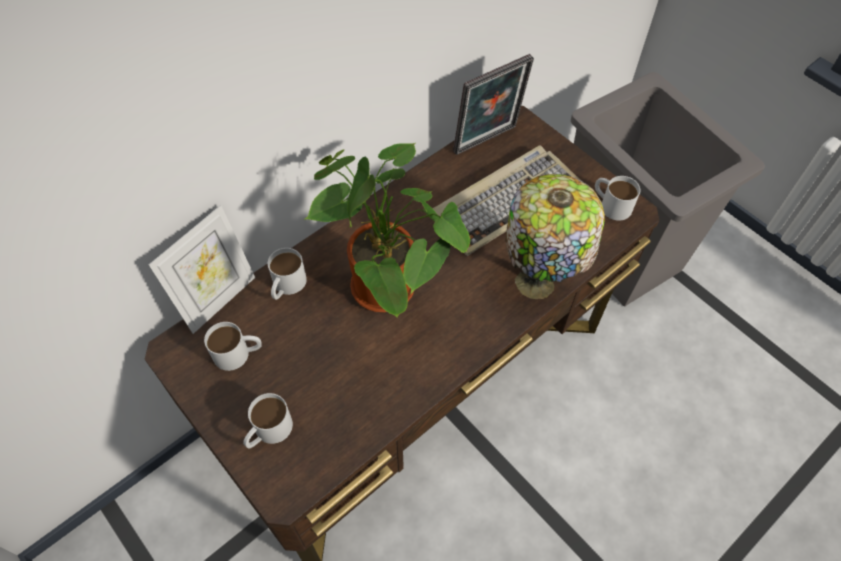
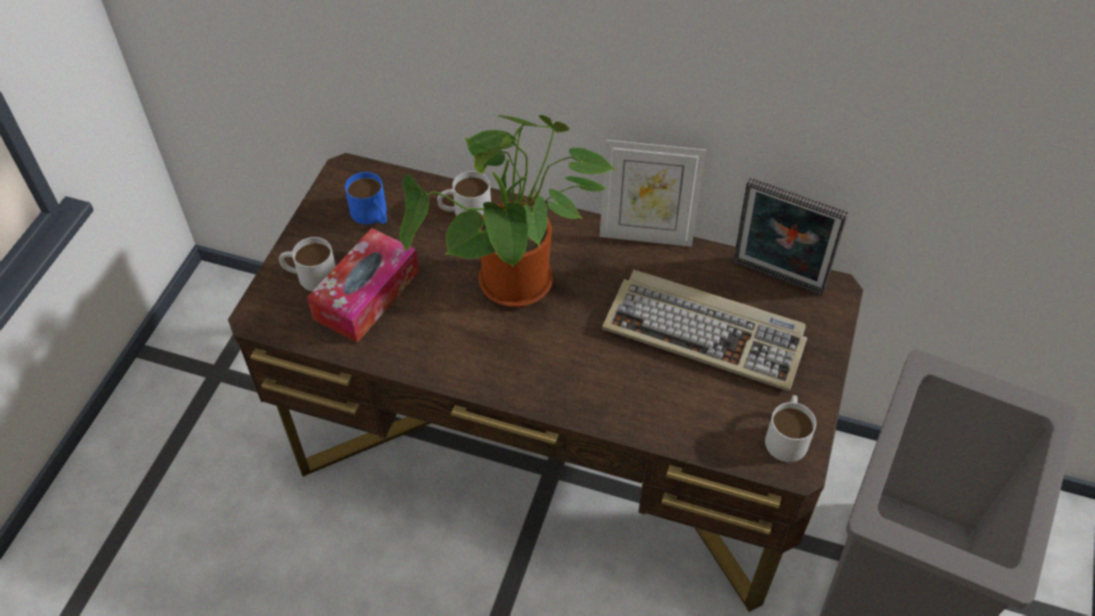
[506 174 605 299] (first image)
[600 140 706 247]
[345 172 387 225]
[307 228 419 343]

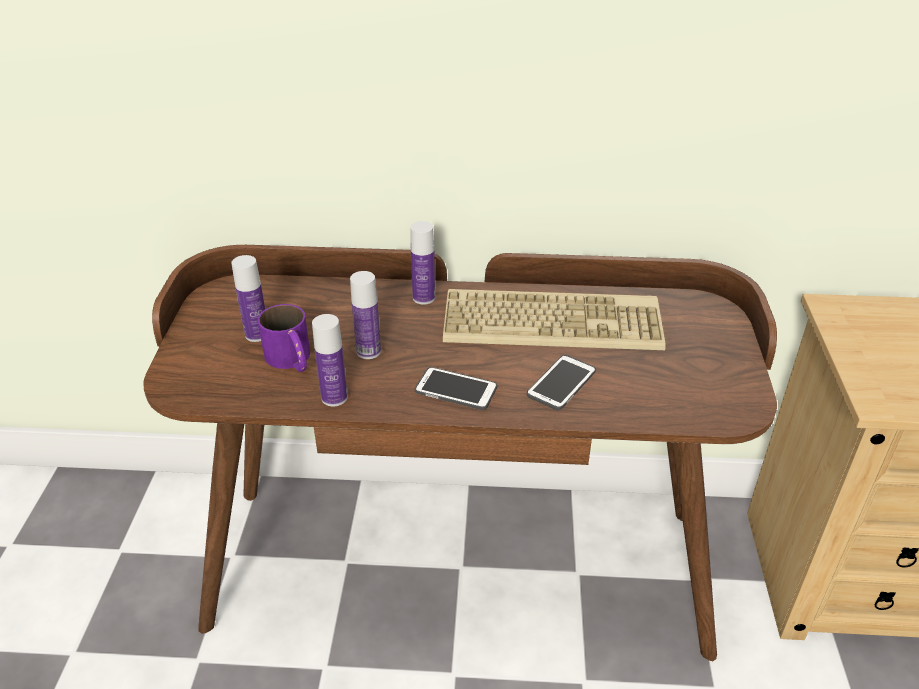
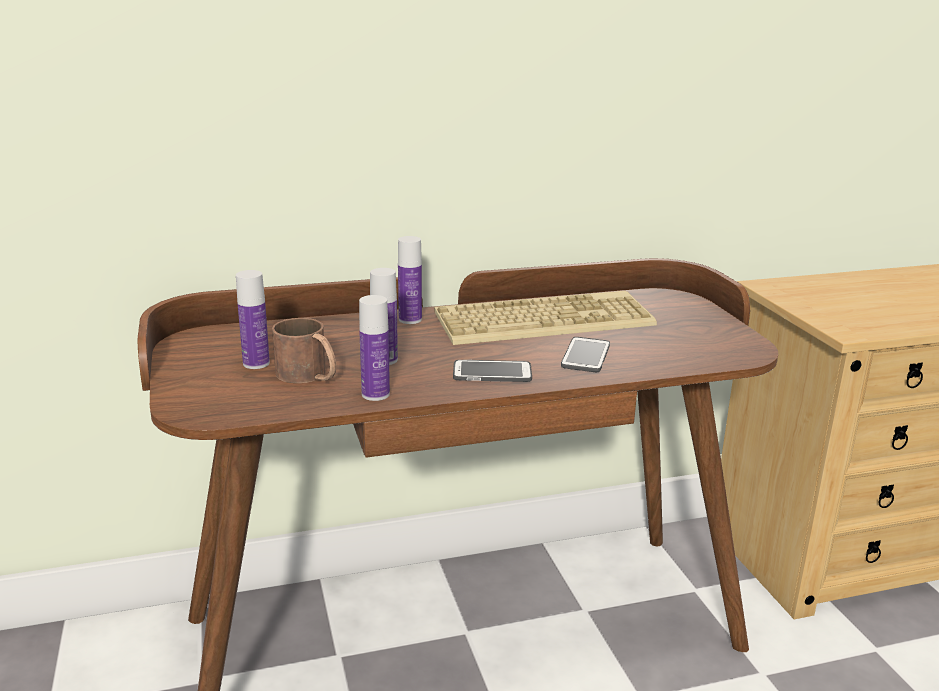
[272 318 337 383]

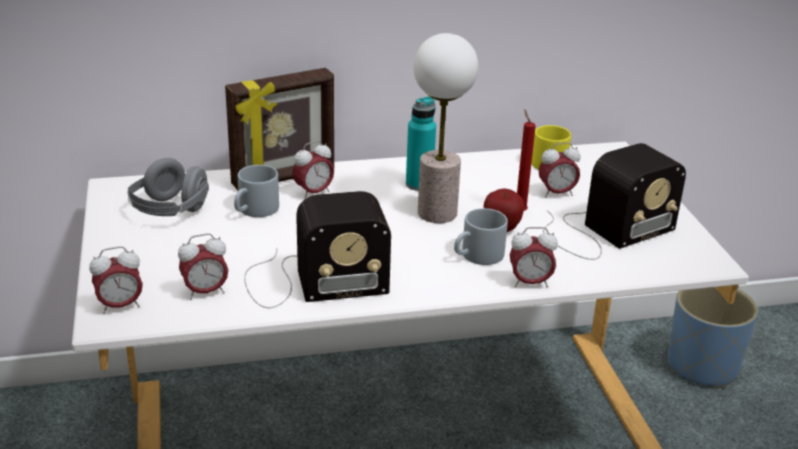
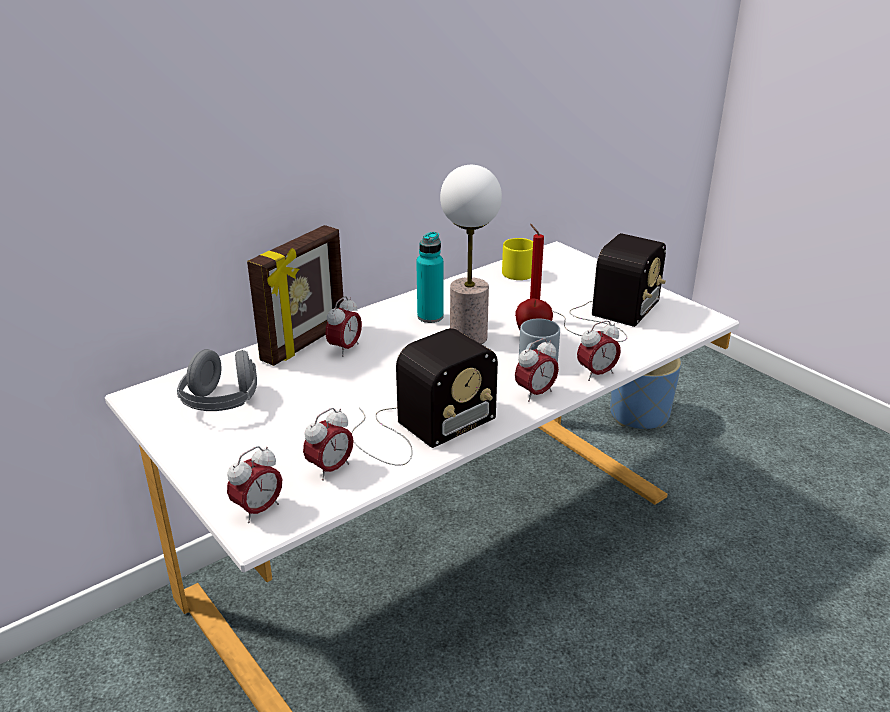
[515 338 559 402]
[234 165 279 217] (first image)

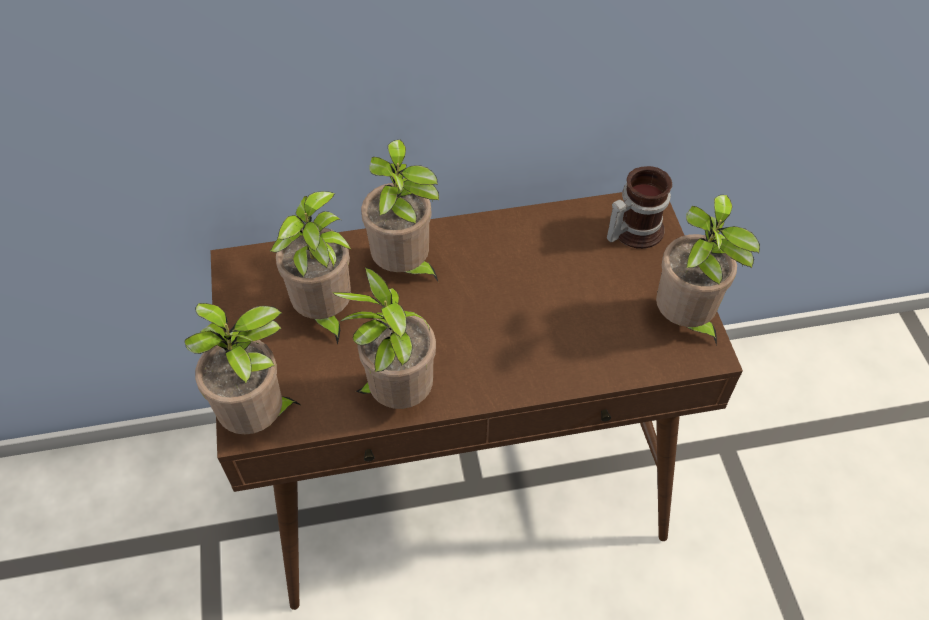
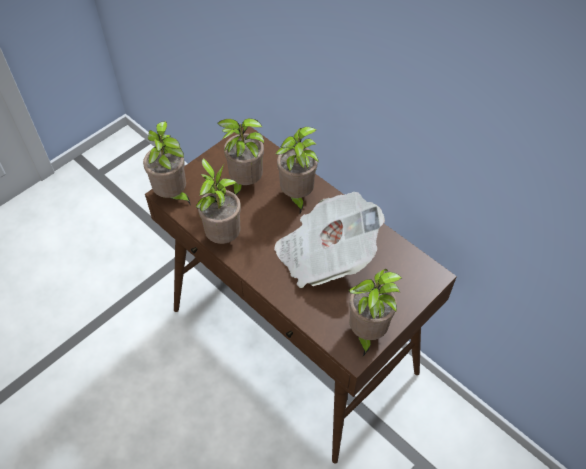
[607 166 672 249] (first image)
[274 192 385 288]

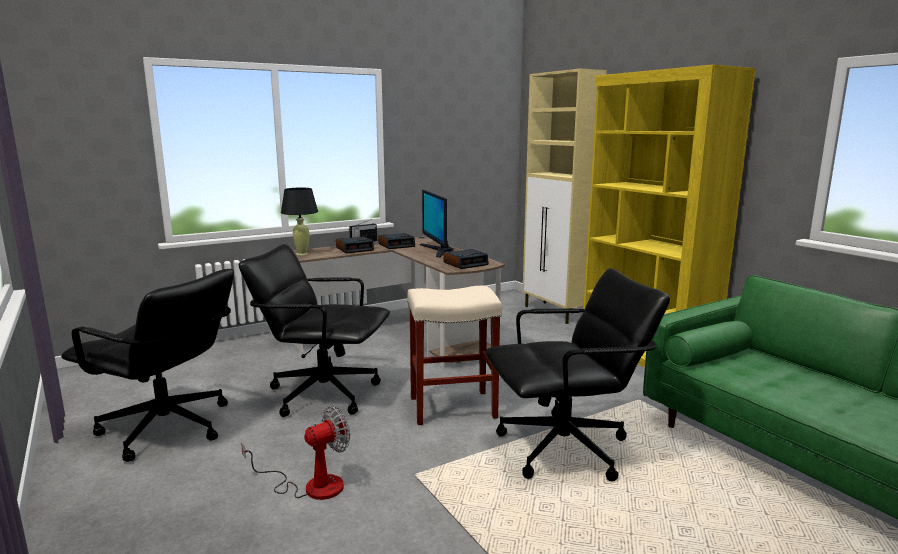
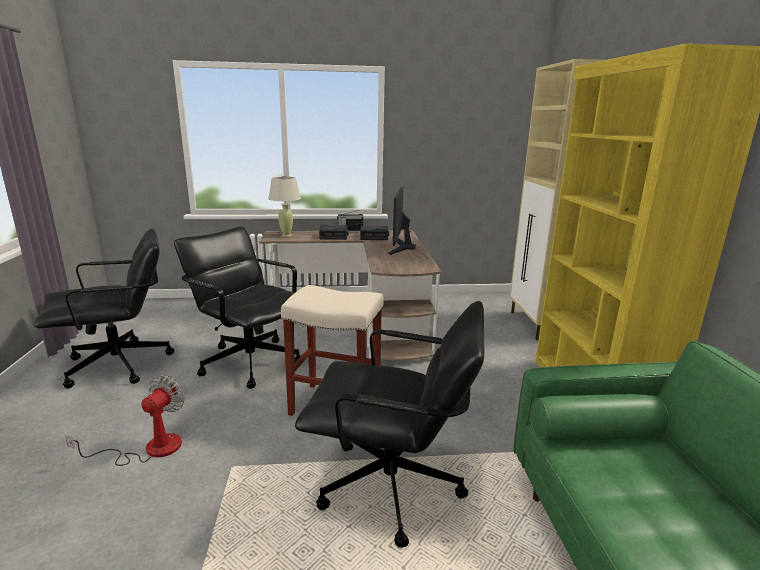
[268 176 301 237]
[443 249 489 269] (first image)
[34 228 174 388]
[65 375 185 466]

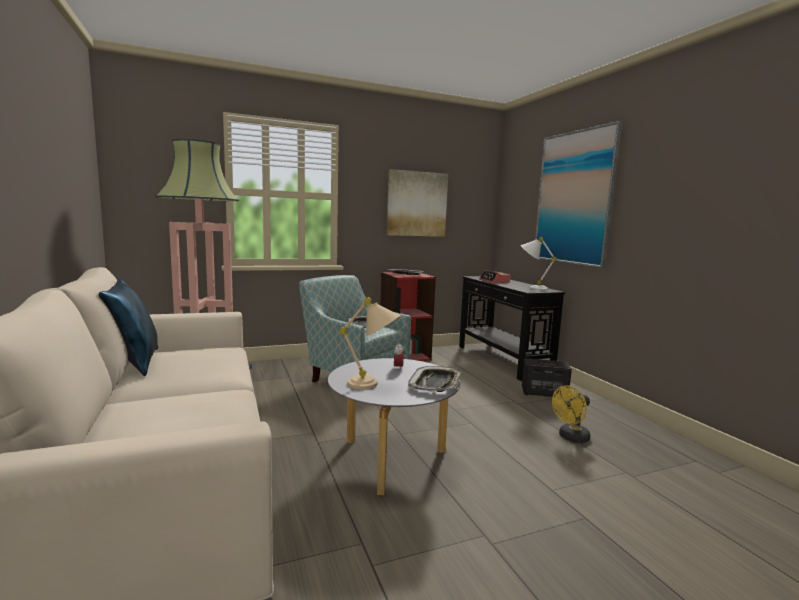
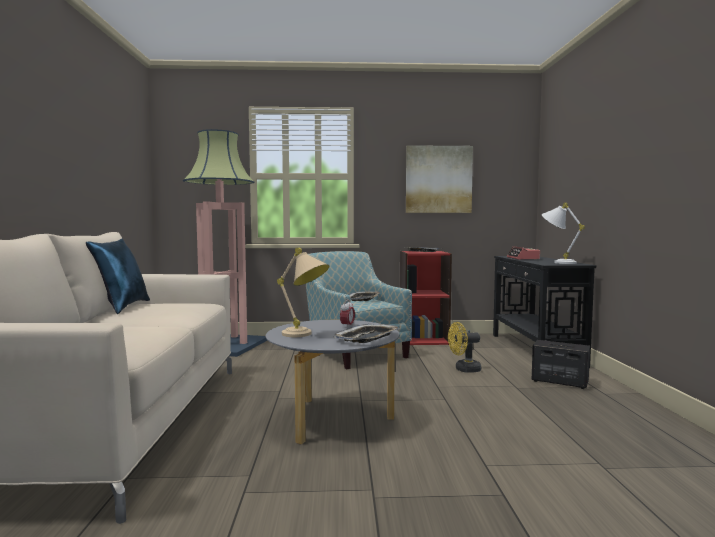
[535 121 622 268] (first image)
[448 322 481 373]

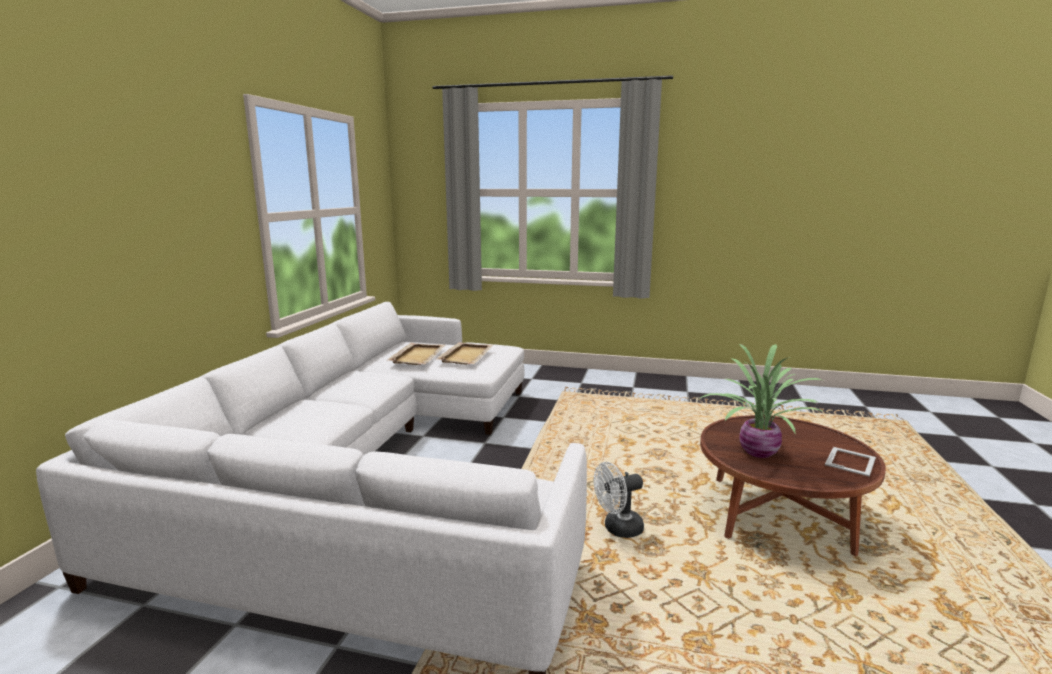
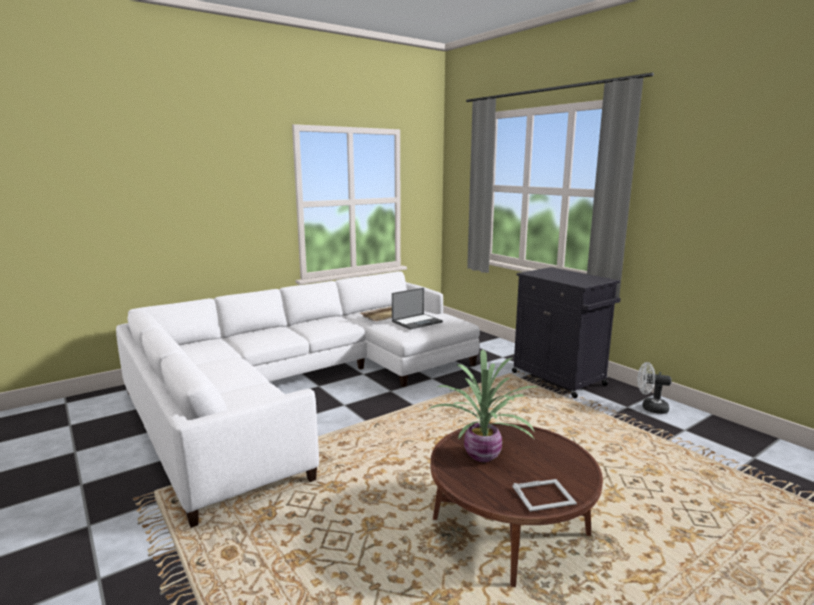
[392 288 443 330]
[637 362 672 414]
[512 267 621 398]

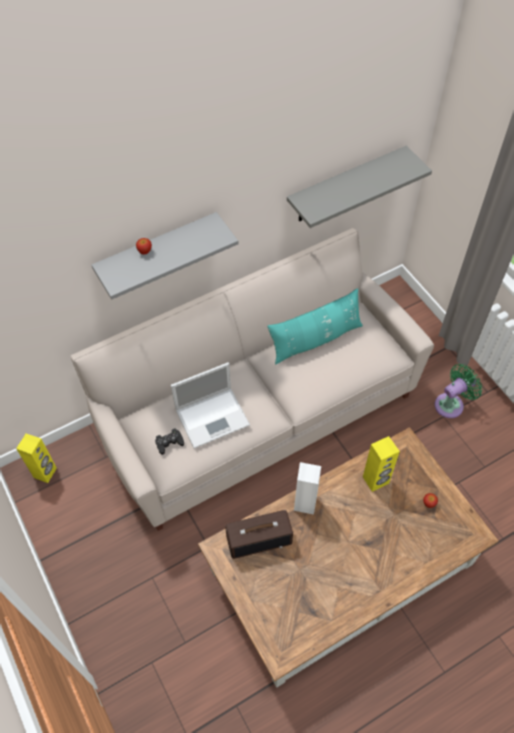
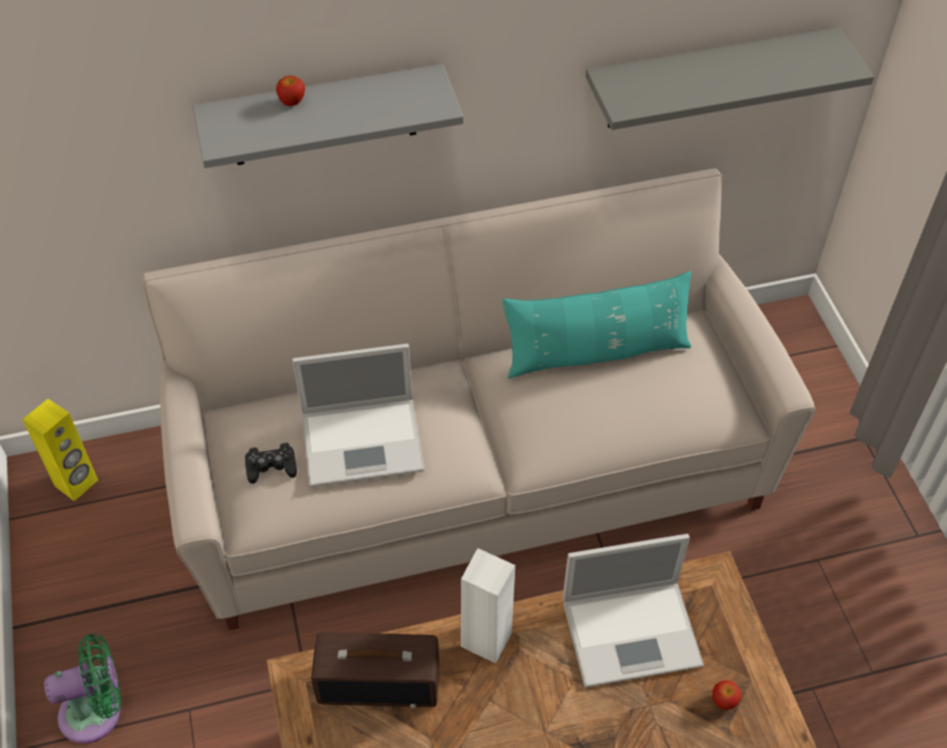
[44 634 121 744]
[563 534 704 687]

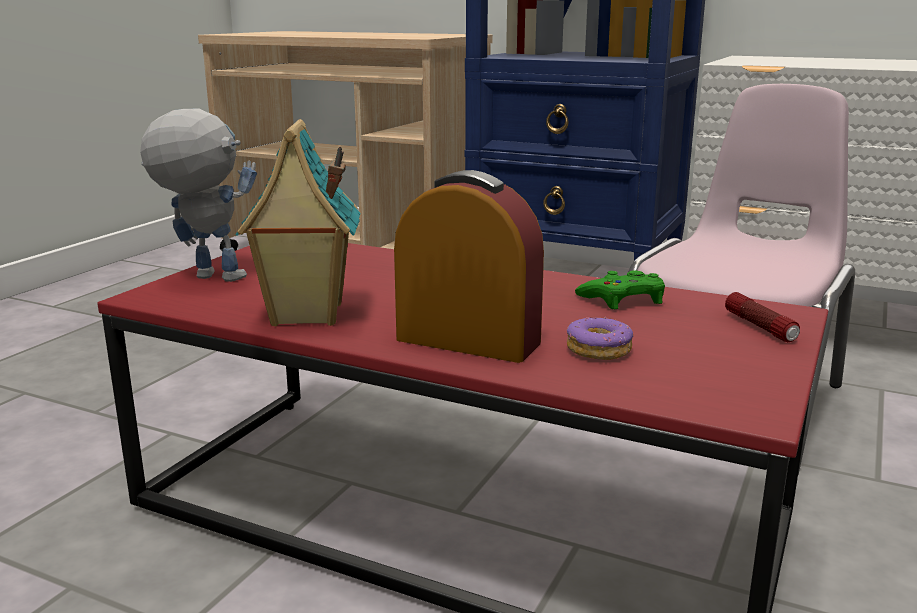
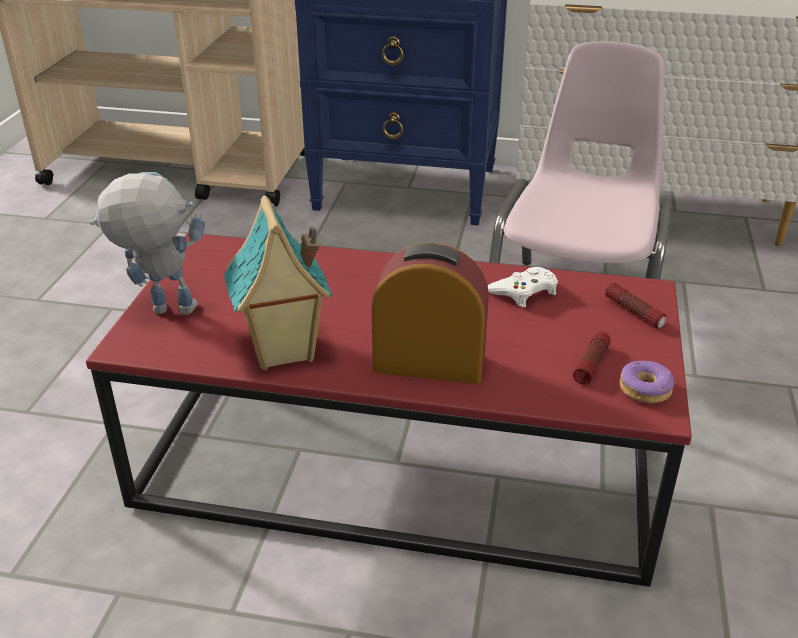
[488 267 558 307]
[619 361 674 403]
[573 332 611 384]

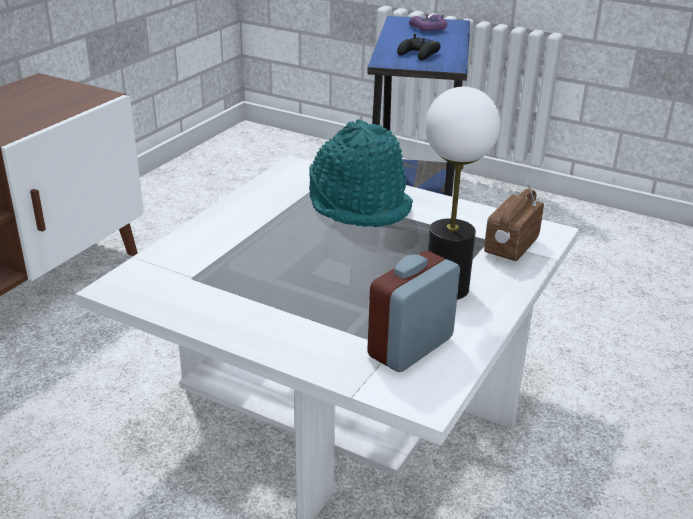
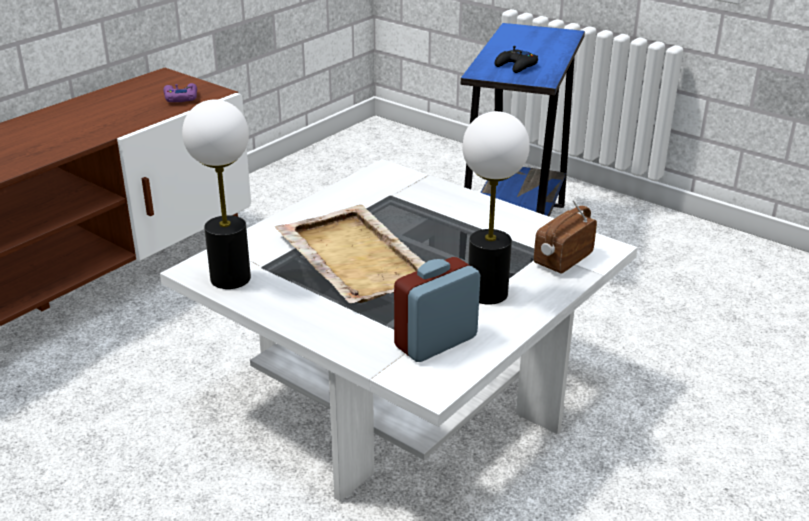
[163 83 197 102]
[309 119 413 227] (first image)
[182 100 251 289]
[275 205 425 303]

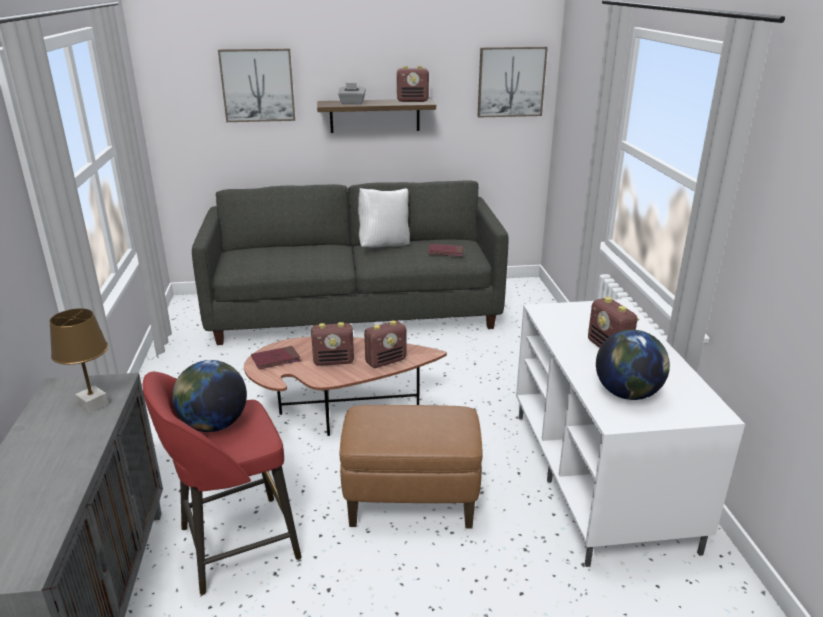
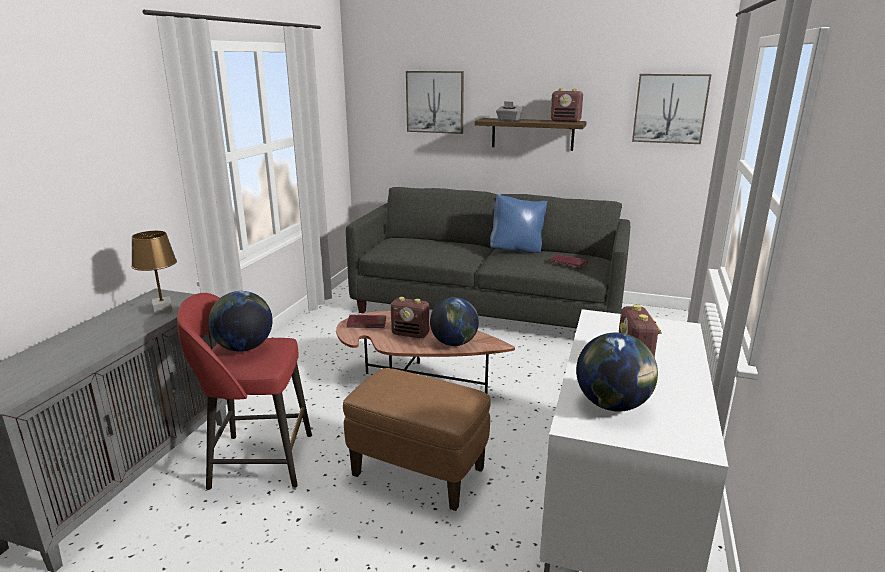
[490 194 547 253]
[430 297 479 346]

